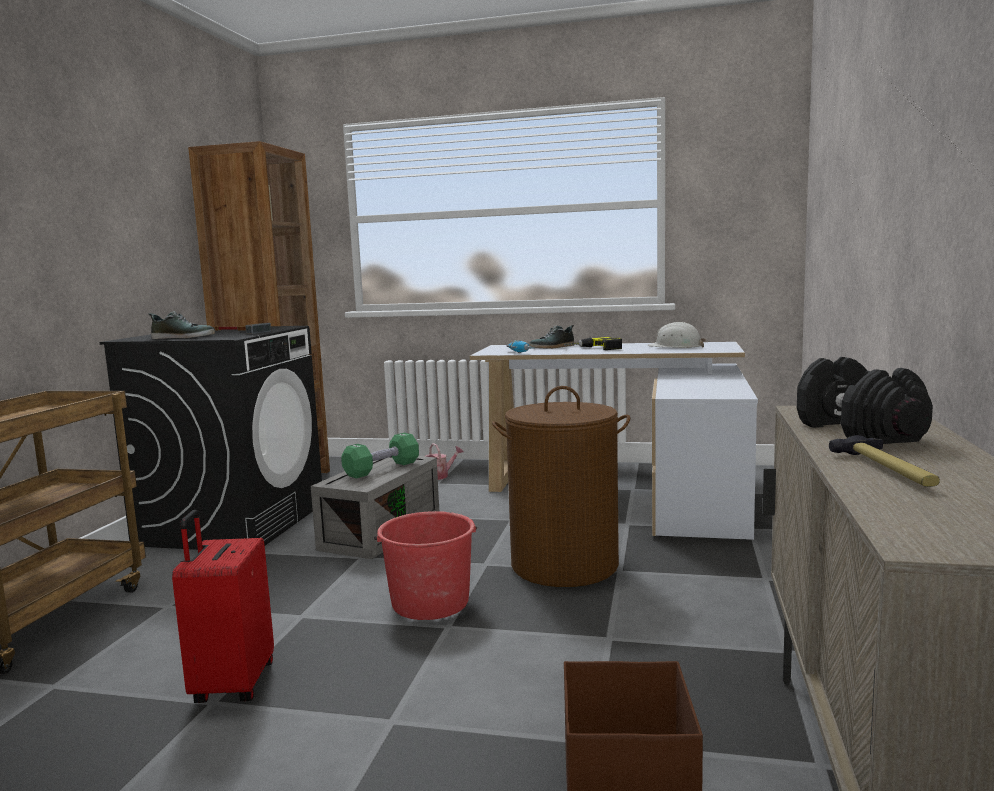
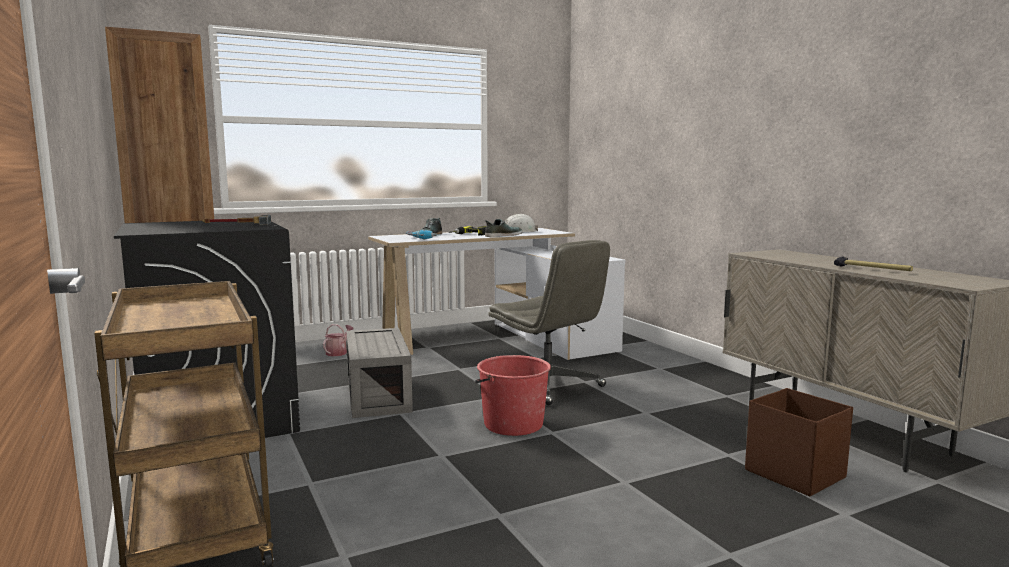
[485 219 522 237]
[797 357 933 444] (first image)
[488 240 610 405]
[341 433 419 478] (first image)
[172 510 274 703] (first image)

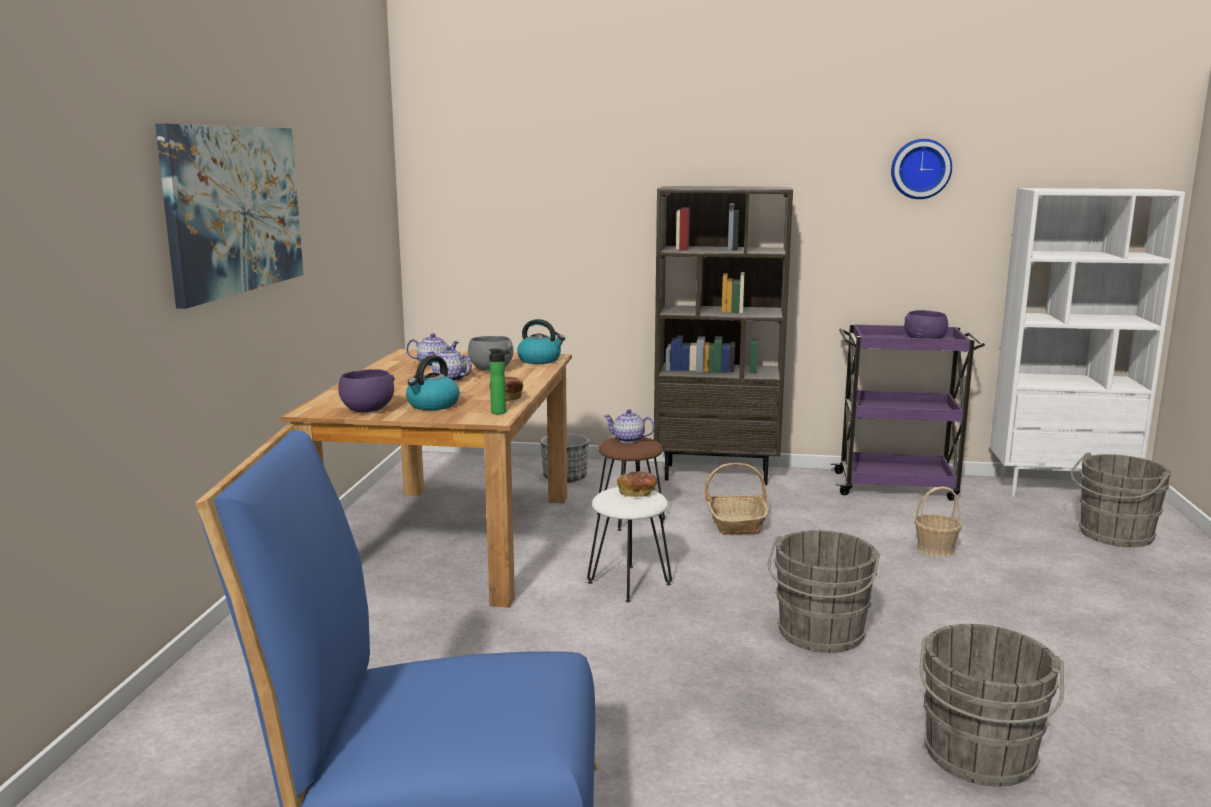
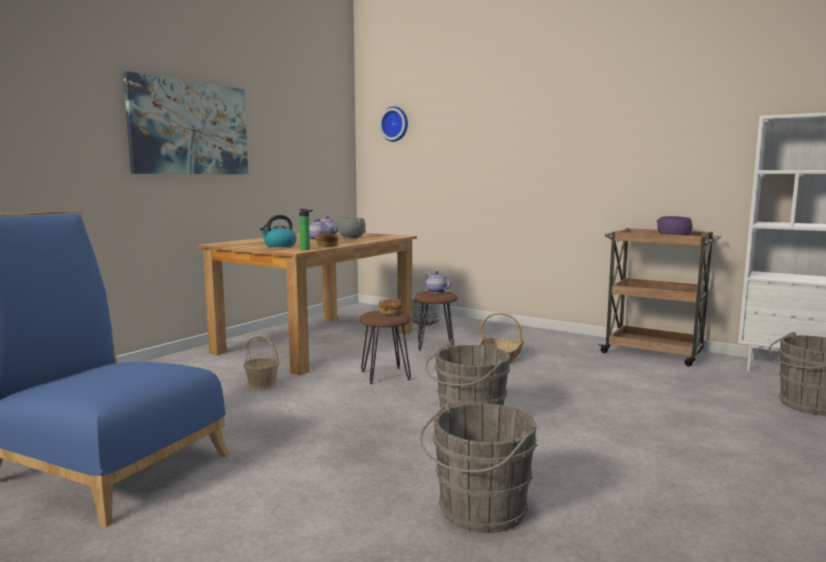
[379 106 408 142]
[654 186 793 485] (first image)
[517 319 565 364] (first image)
[598 228 722 366]
[338 369 395 412] (first image)
[243 335 279 390]
[359 310 411 384]

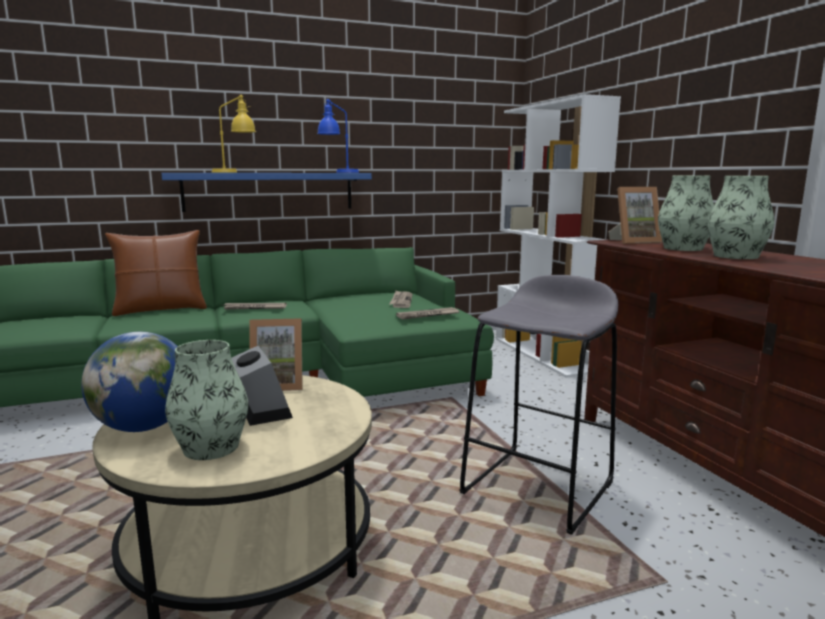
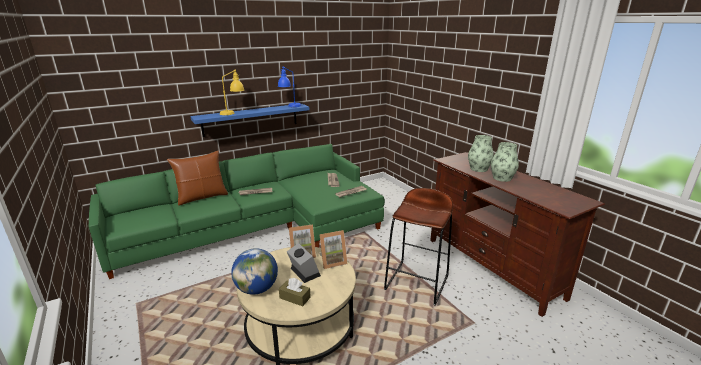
[496 94 621 378] (first image)
[319 230 348 269]
[384 188 453 306]
[279 278 311 306]

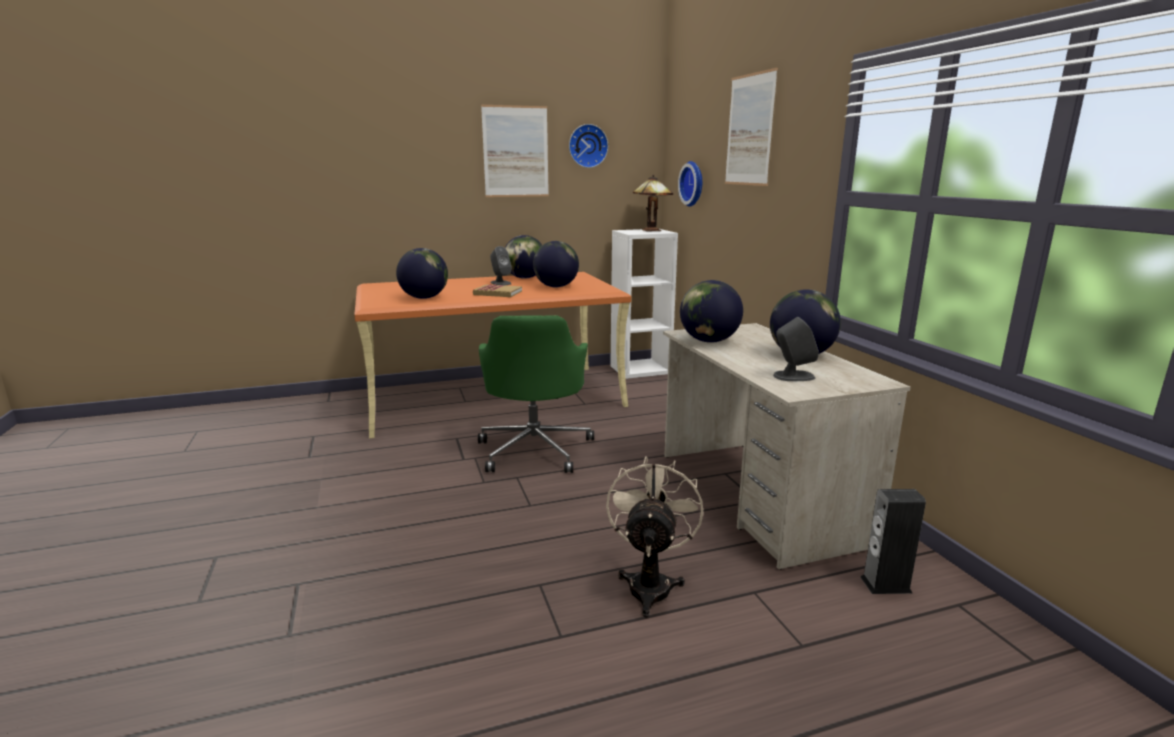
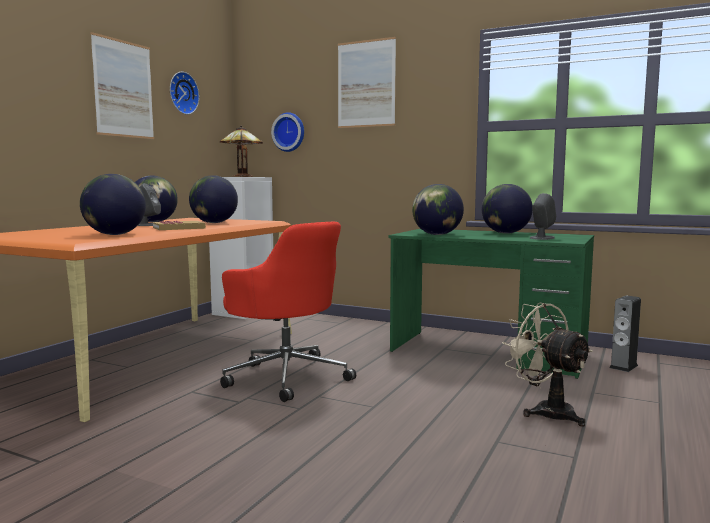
[220 222 356 402]
[388 229 594 379]

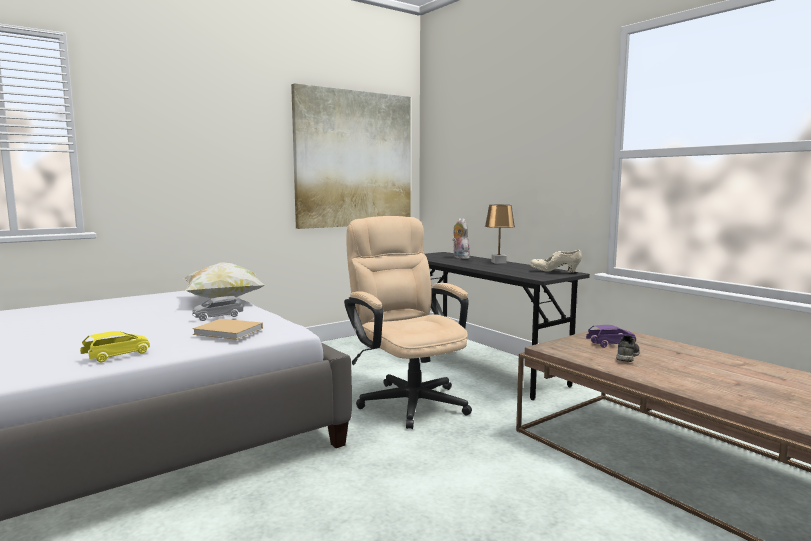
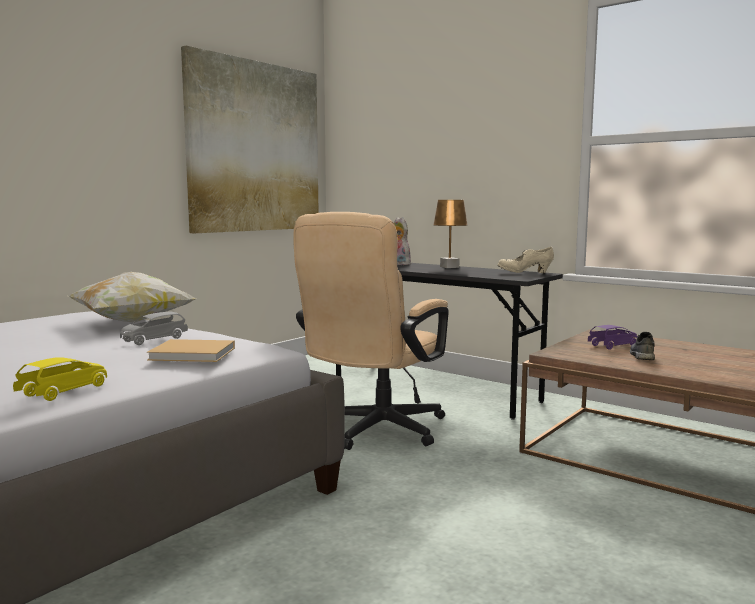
[293 212 449 450]

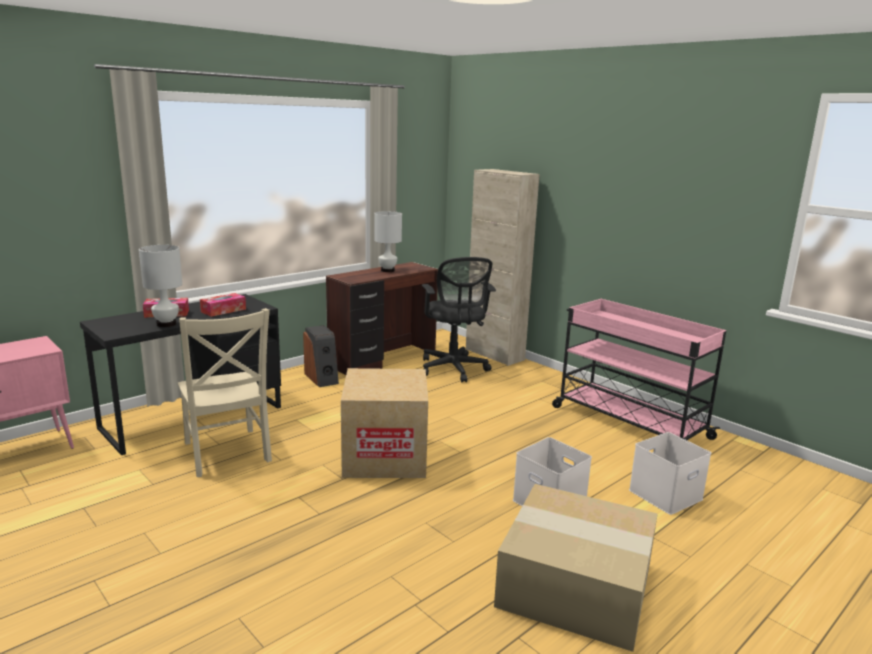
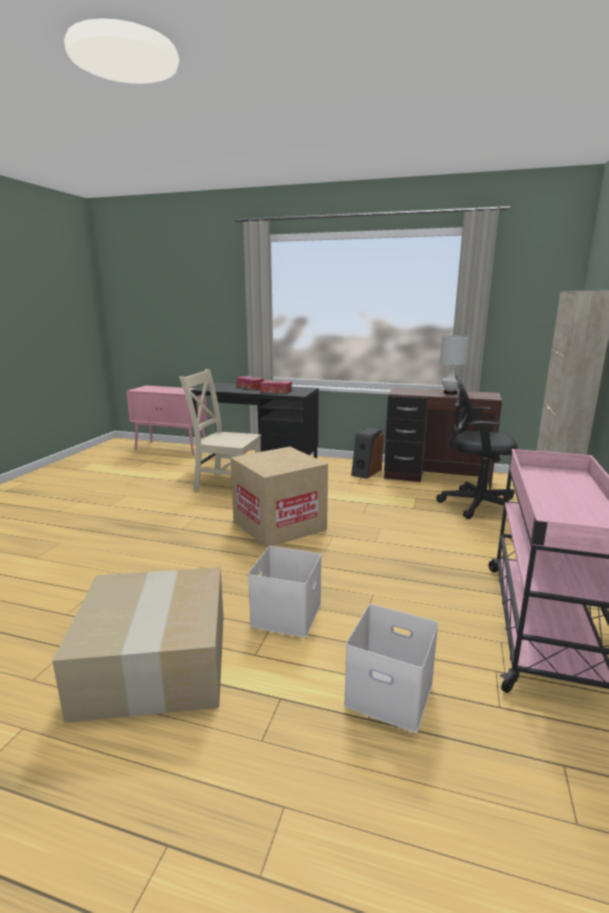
[139 245 182 327] (first image)
[436 375 518 519]
[179 369 261 491]

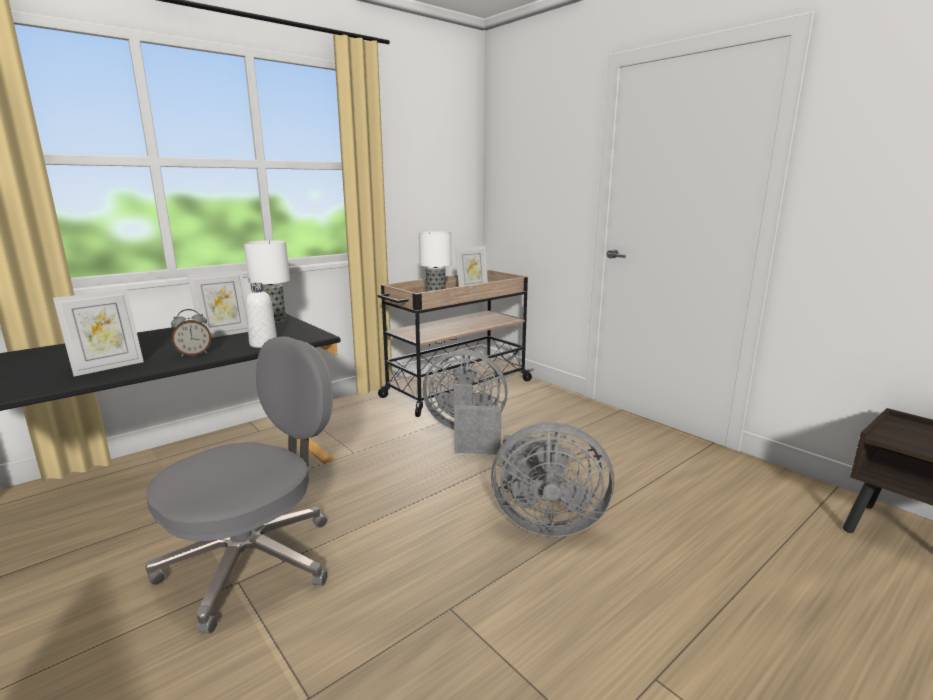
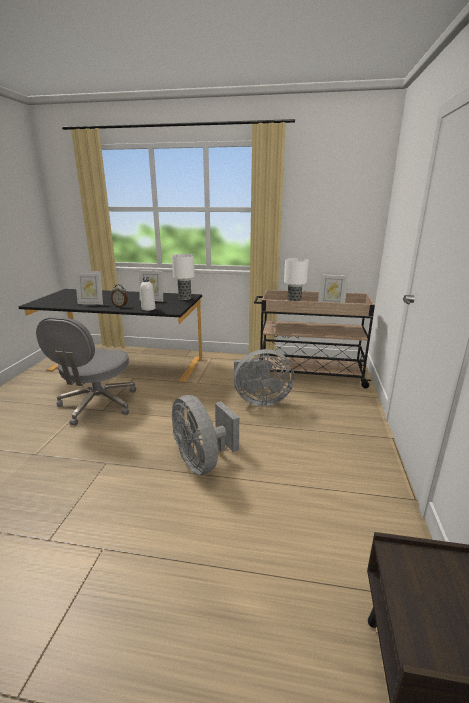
[36 317 136 426]
[234 349 294 406]

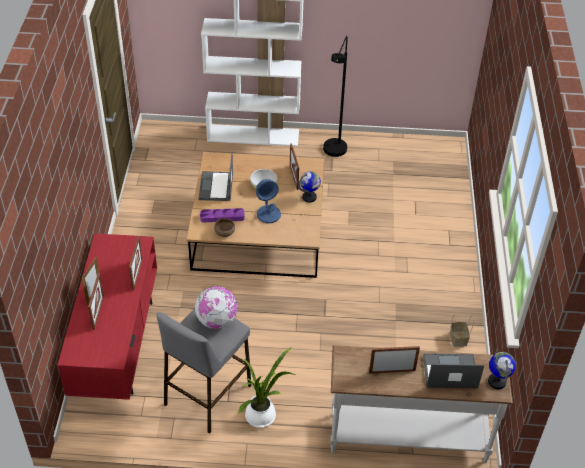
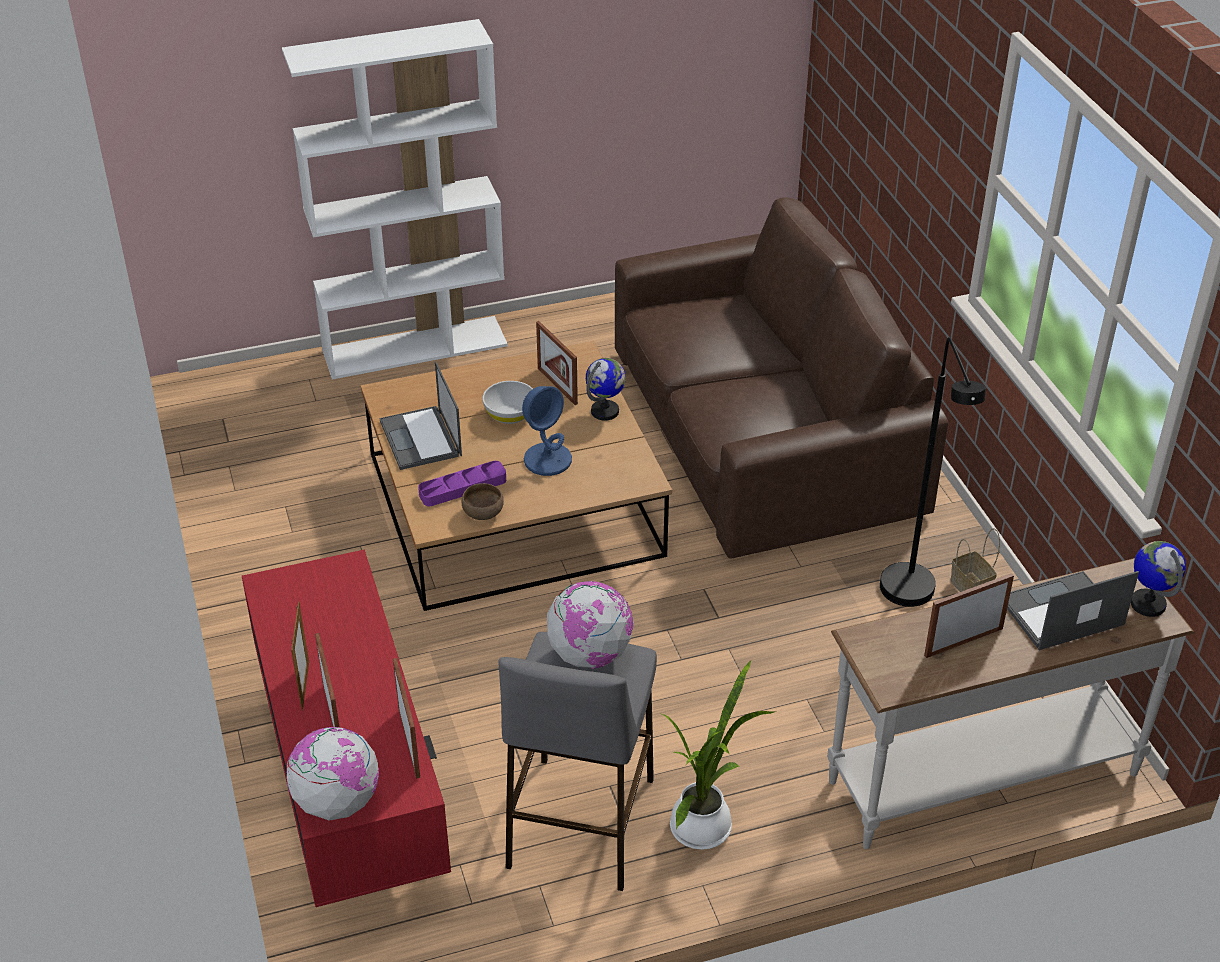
[880 337 986 607]
[393 658 420 779]
[615 197 948 559]
[286 727 379 821]

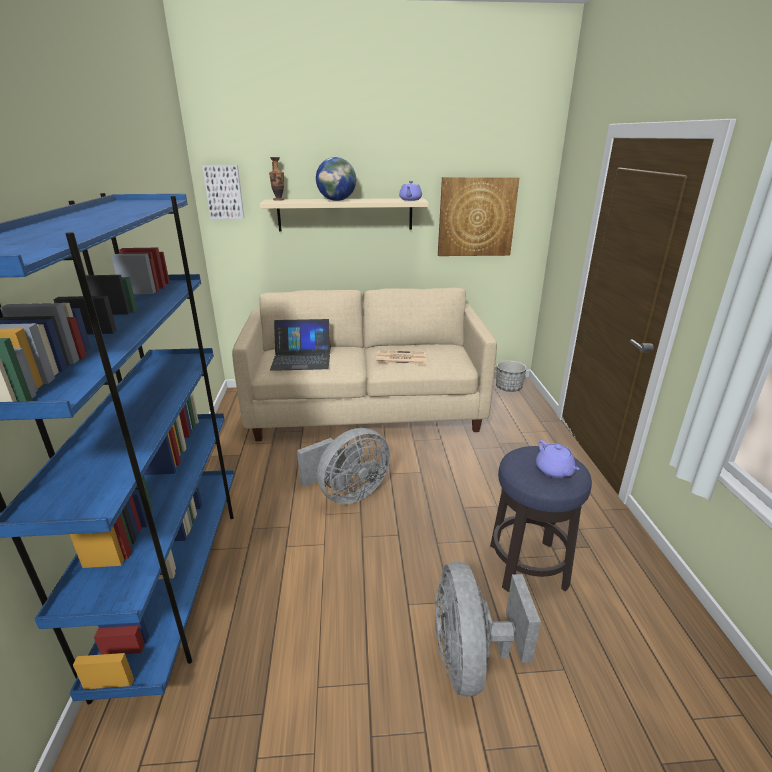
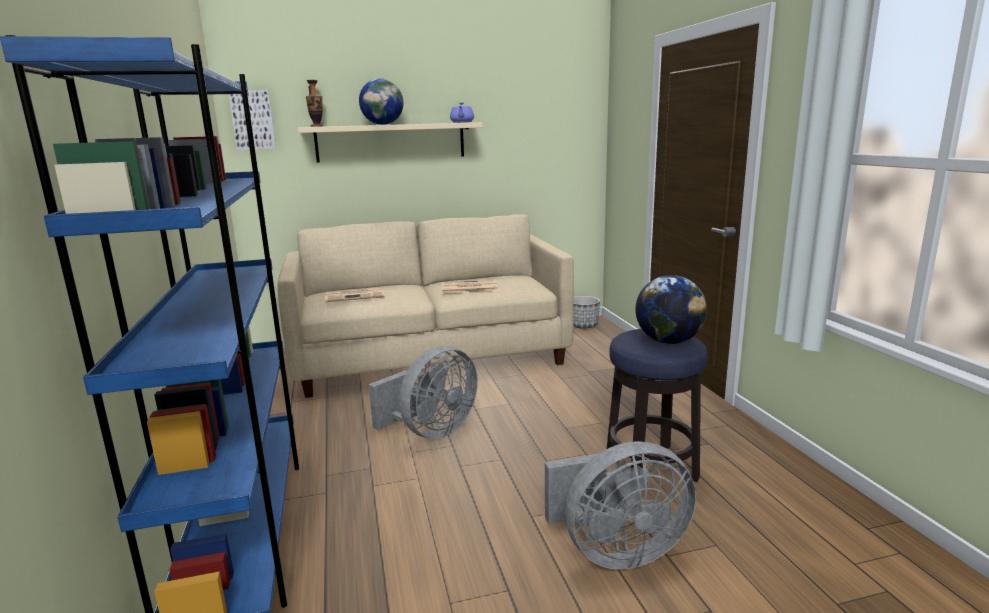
[438 177 519 256] (first image)
[325 288 384 302]
[635 275 707 344]
[545 441 696 570]

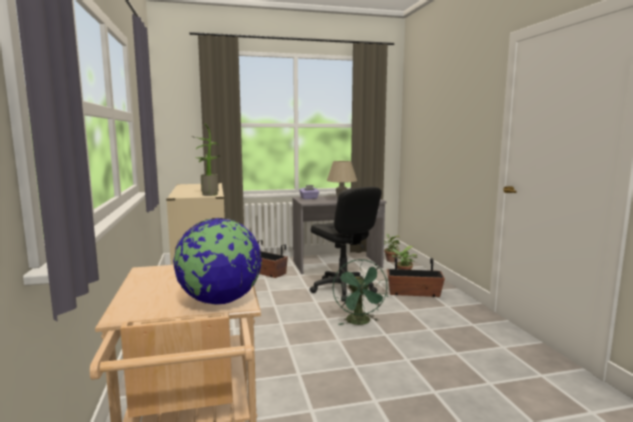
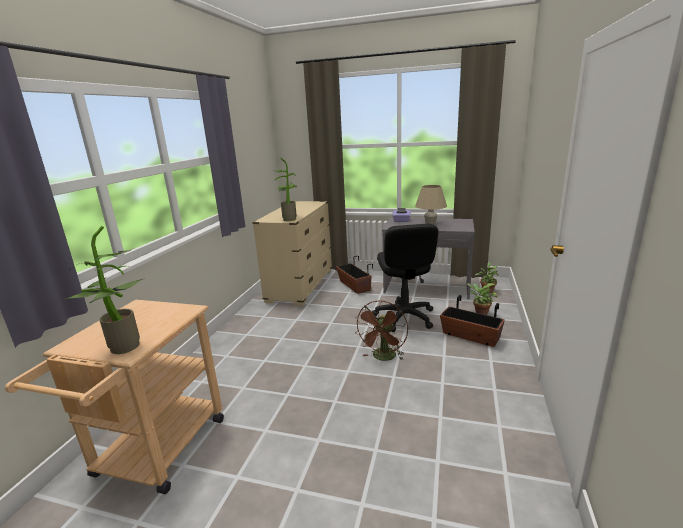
[64 226 145 354]
[355 301 408 361]

